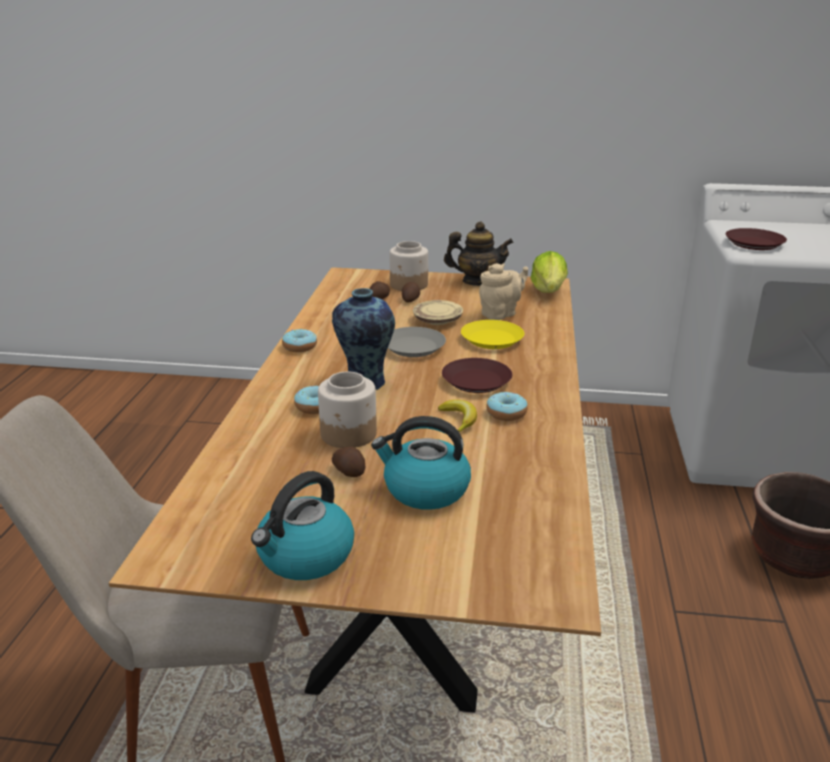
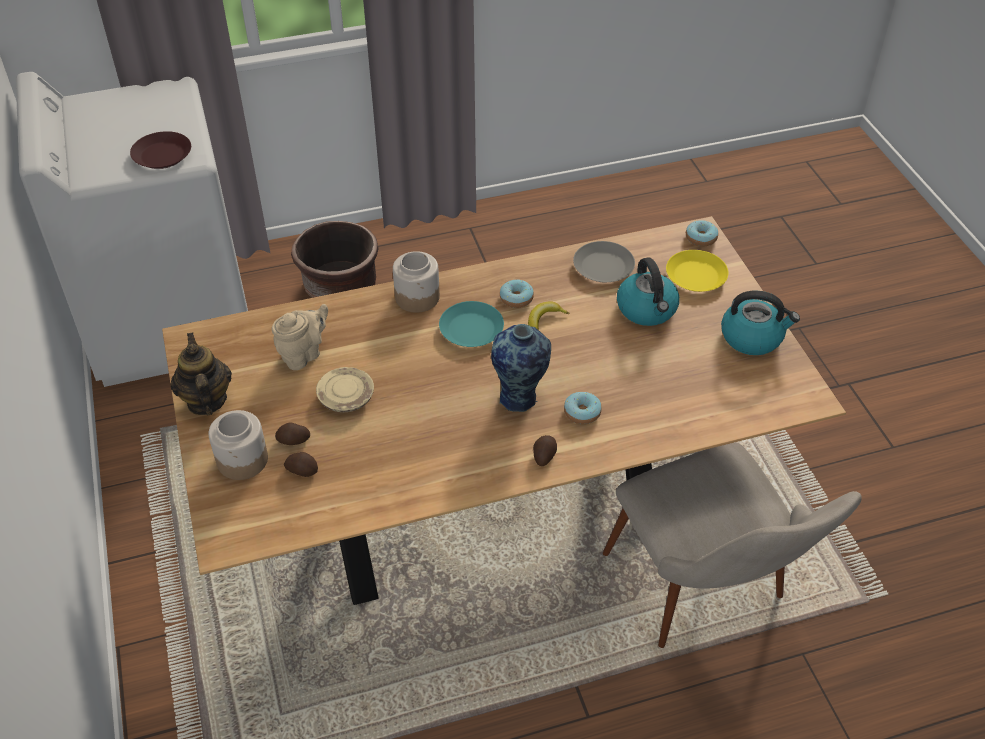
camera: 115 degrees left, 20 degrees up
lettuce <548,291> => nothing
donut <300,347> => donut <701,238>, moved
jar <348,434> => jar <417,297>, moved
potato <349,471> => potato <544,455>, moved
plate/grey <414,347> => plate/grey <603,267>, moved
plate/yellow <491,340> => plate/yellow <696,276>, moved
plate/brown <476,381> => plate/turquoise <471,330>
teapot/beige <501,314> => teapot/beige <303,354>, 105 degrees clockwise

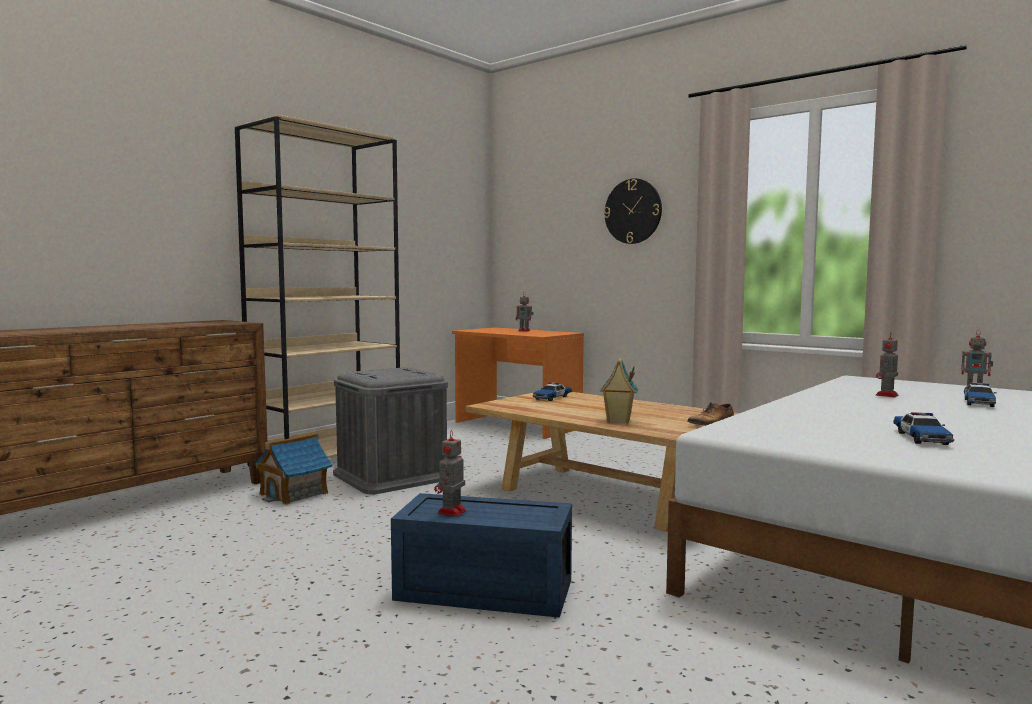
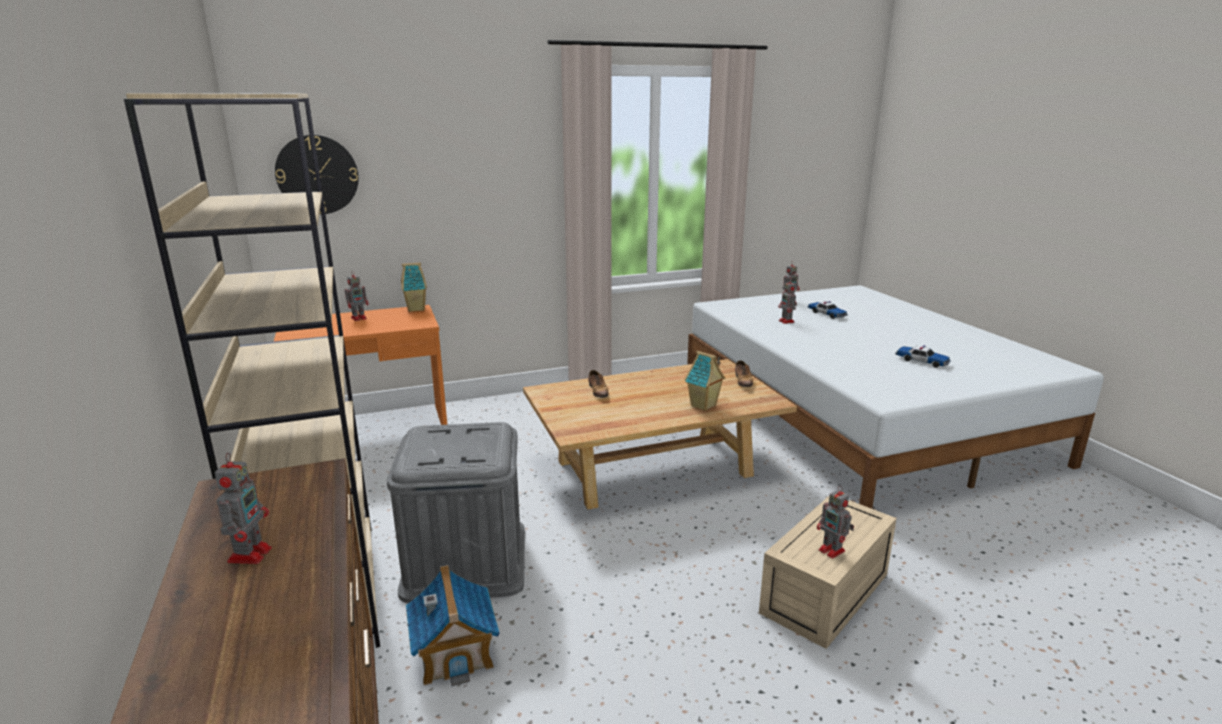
camera: 60 degrees left, 15 degrees up
toy car <552,398> => nothing
nothing => toy robot <251,553>
nothing => toy house <417,309>
nothing => shoe <598,391>
wall clock <633,211> => wall clock <317,174>, moved
storage box/blue <481,591> => storage box/beige <826,595>

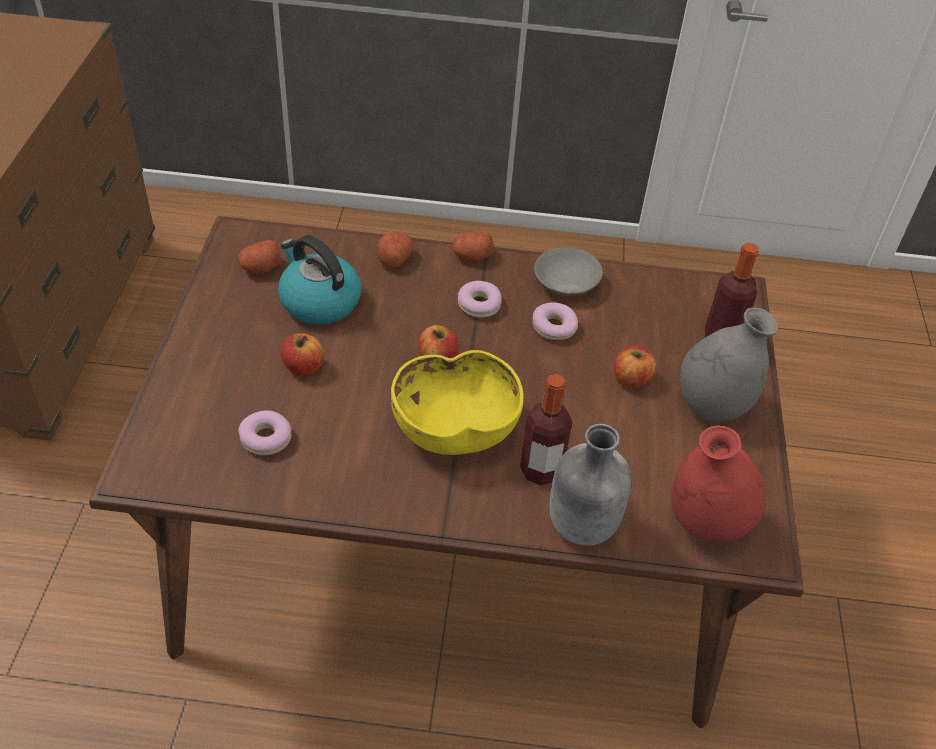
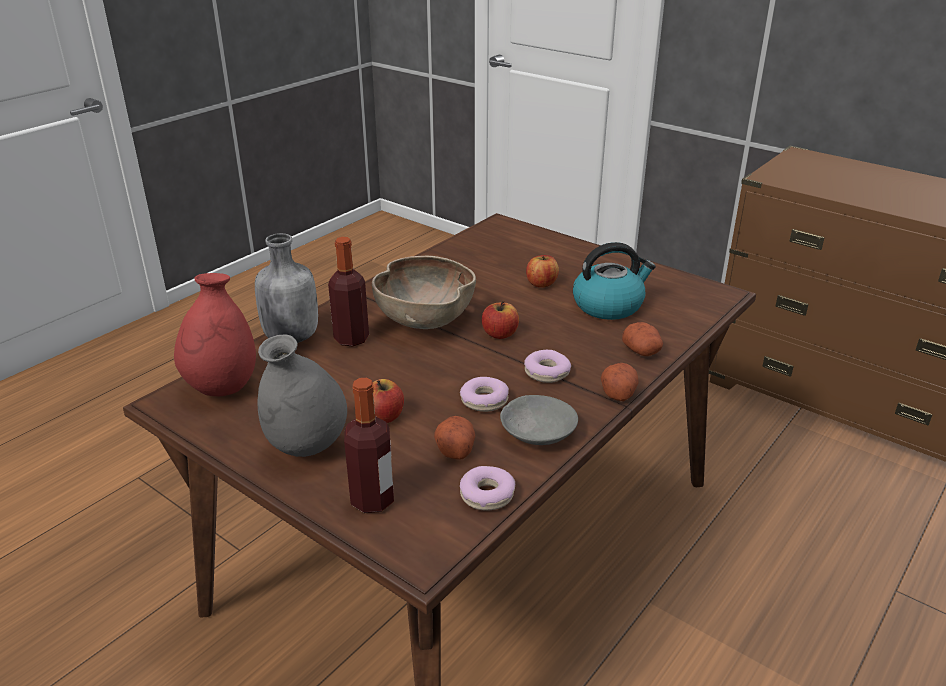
camera: 125 degrees right, 15 degrees down
potato <260,268> => potato <455,448>, moved
donut <266,438> => donut <487,495>, moved
bowl/yellow <455,430> => bowl/brown <424,319>

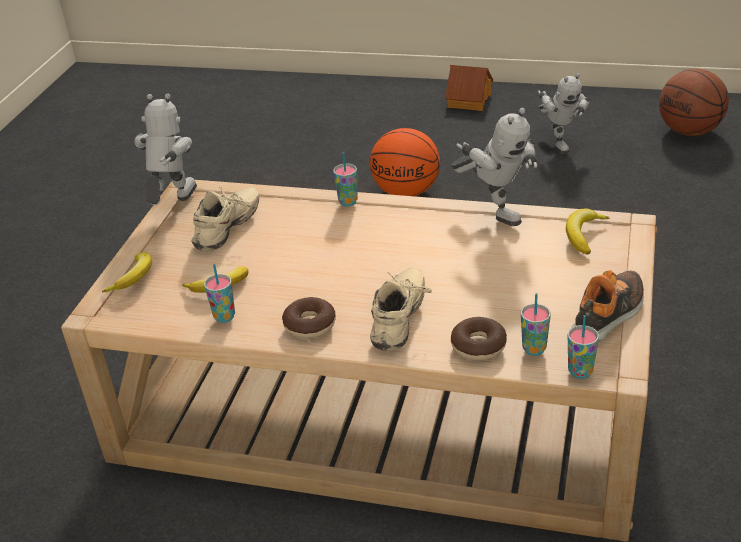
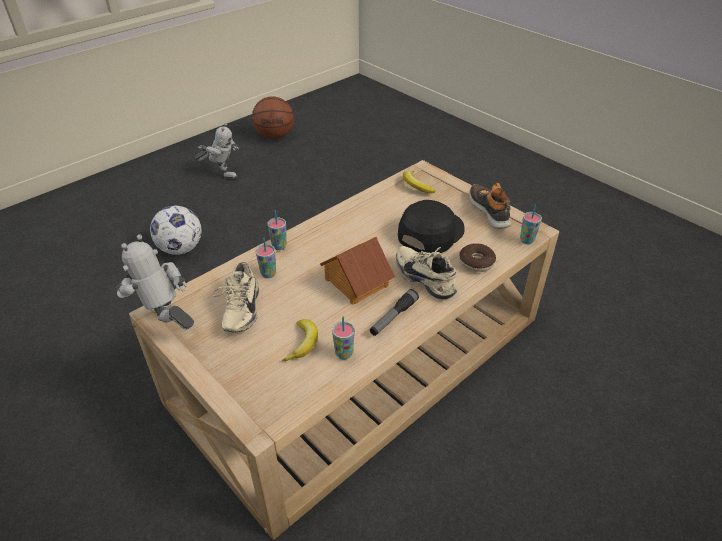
camera: 60 degrees left, 5 degrees up
banana <134,278> => nothing
toy robot <495,211> => nothing
nothing => cap/black <430,232>
toy house <468,100> => toy house <355,282>, moved
cup <534,349> => cup <268,274>, moved
donut <310,325> => flashlight <393,317>
basketball <407,192> => football <181,248>
shoe/beige <230,229> => shoe/beige <239,311>, 150 degrees counterclockwise

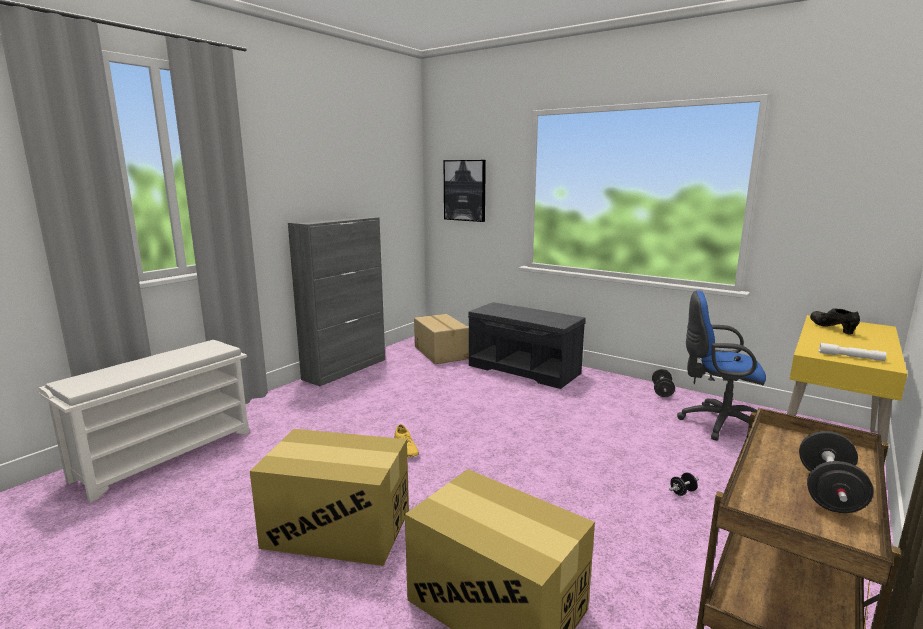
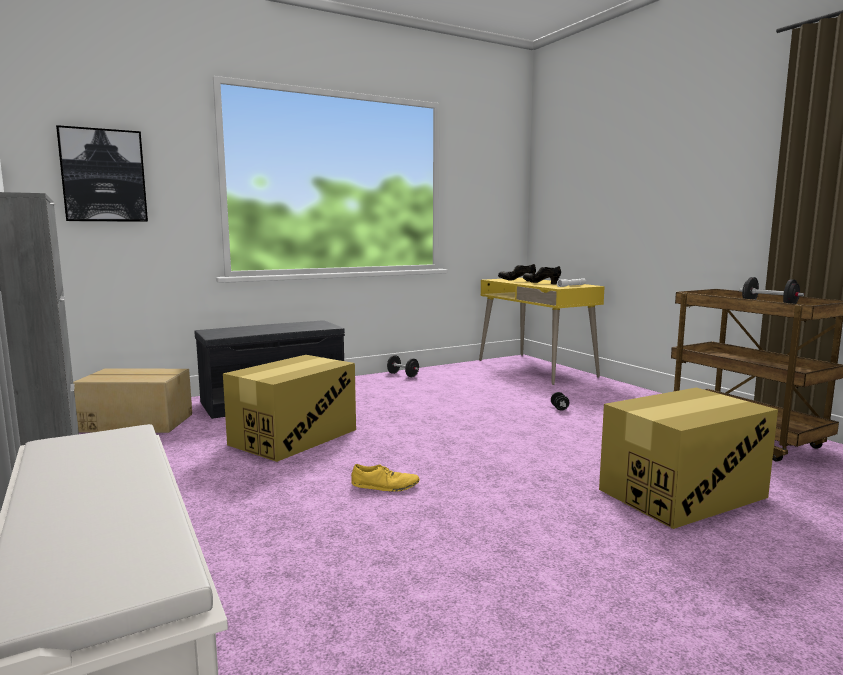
camera: 65 degrees left, 5 degrees down
office chair/blue <717,423> => nothing
nothing => shoe/black <541,283>
cardboard box <338,528> => cardboard box <294,437>, moved

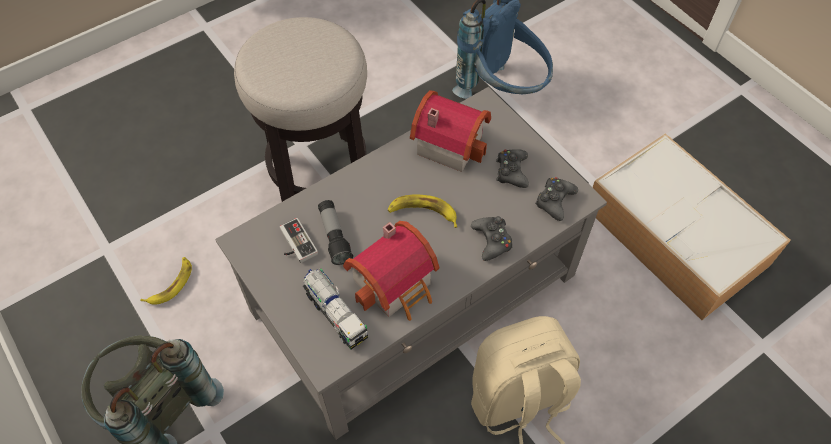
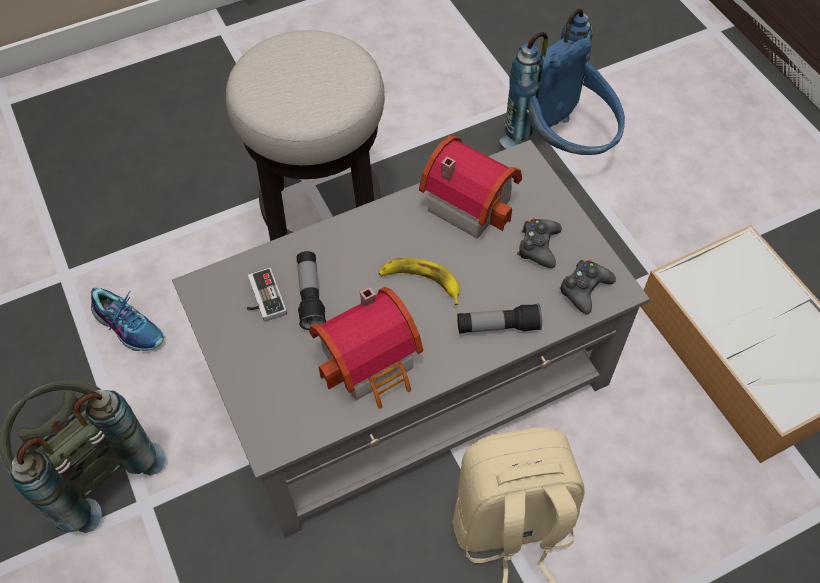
camera: 10 degrees right, 0 degrees up
toy truck <335,314> => nothing
banana <171,284> => shoe <129,326>
game controller/black <492,240> => flashlight <498,326>

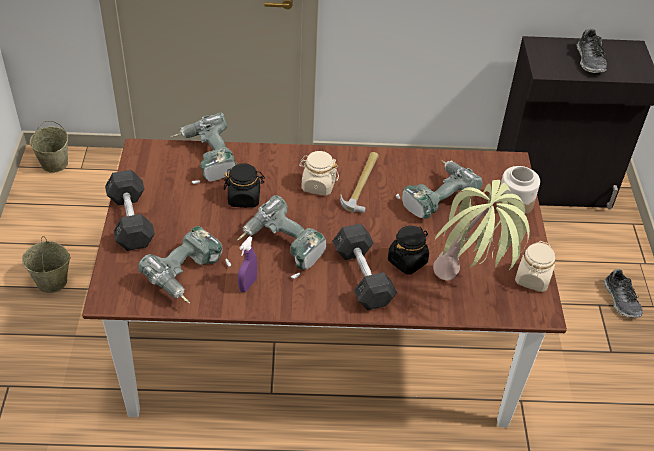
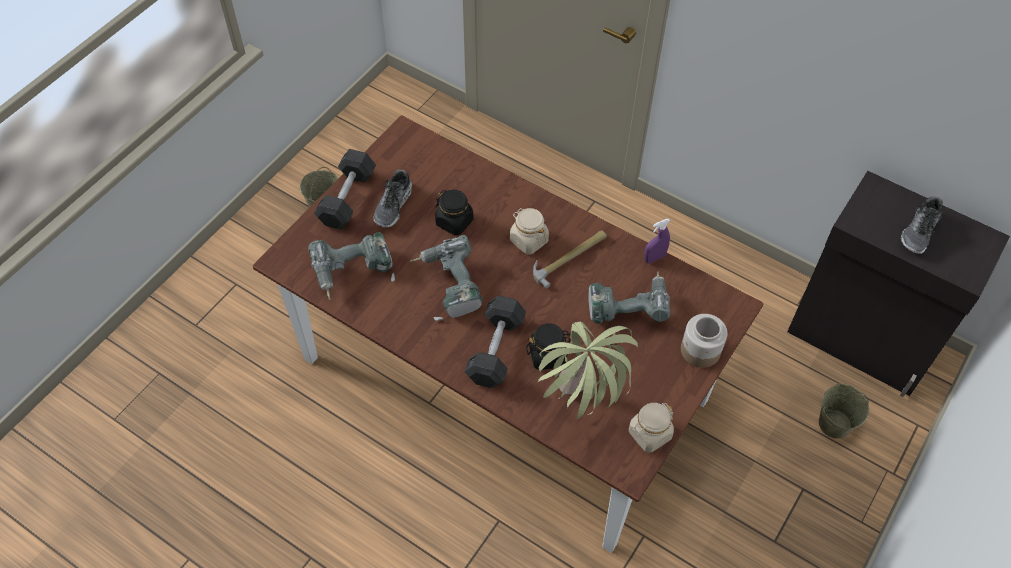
camera: 35 degrees right, 10 degrees up
power drill <207,159> => nothing
bucket/beige <54,163> => bucket/beige <834,423>, moved
spray bottle/purple <248,284> => spray bottle/purple <654,258>, moved
shoe <621,300> => shoe <393,206>, moved

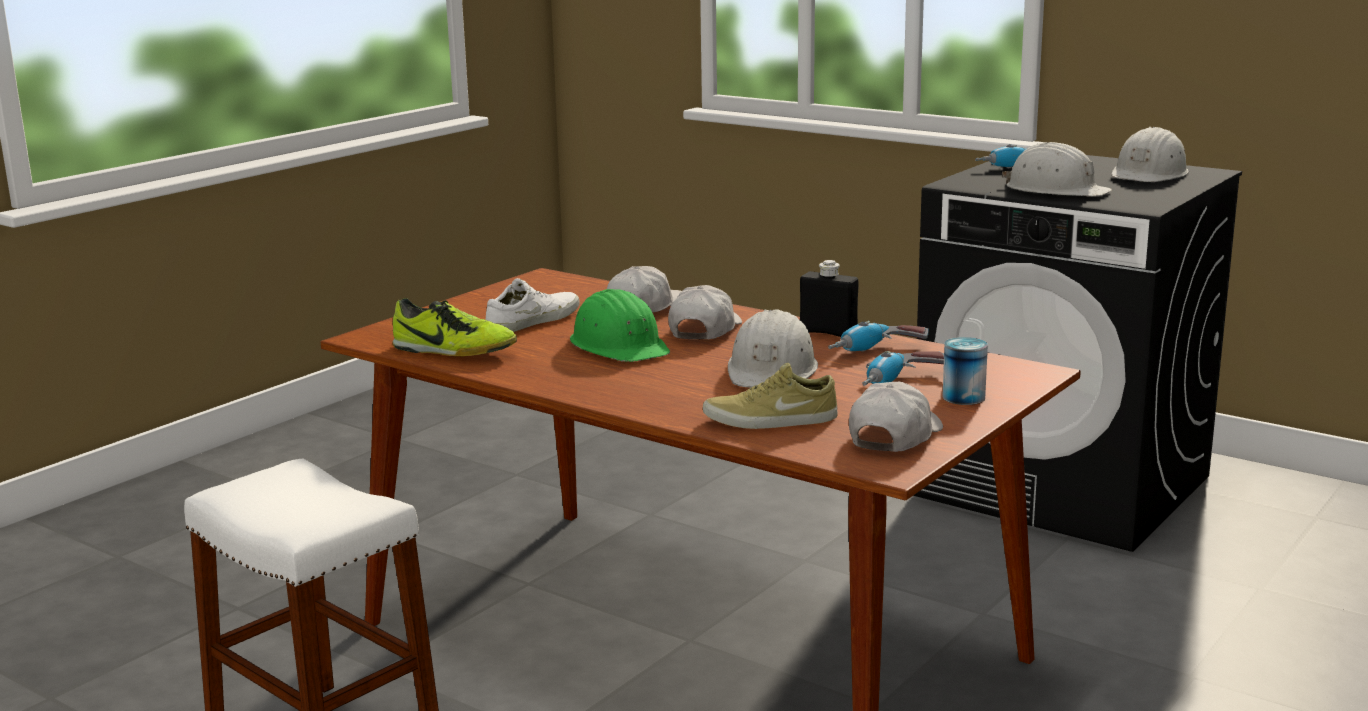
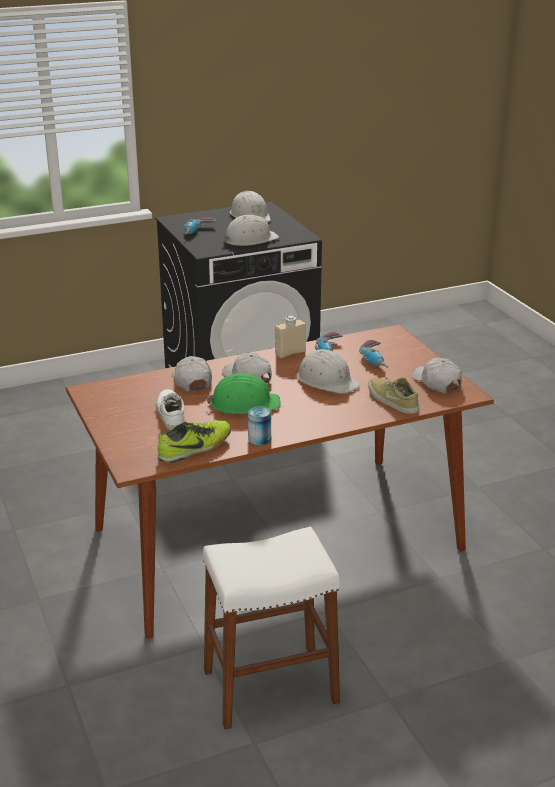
camera: 60 degrees left, 10 degrees up
can <963,397> => can <259,439>, moved
bottle/black <828,333> => bottle/beige <290,353>
shoe/beige <770,420> => shoe/beige <391,400>, 120 degrees clockwise

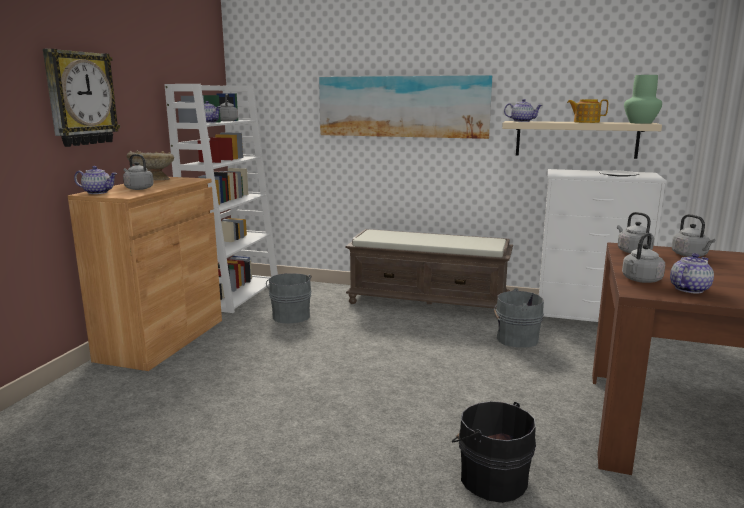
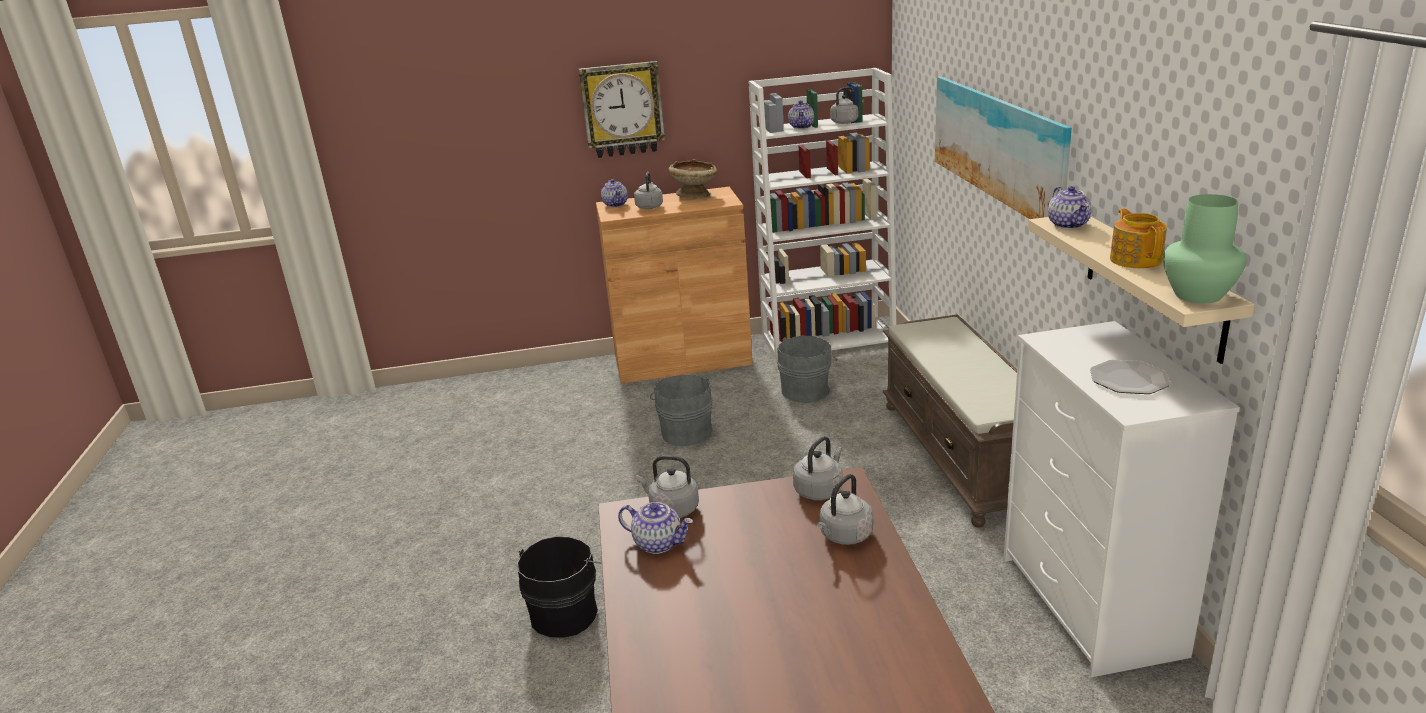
camera: 65 degrees right, 10 degrees up
bucket/grey <515,339> => bucket/grey <685,432>, moved

